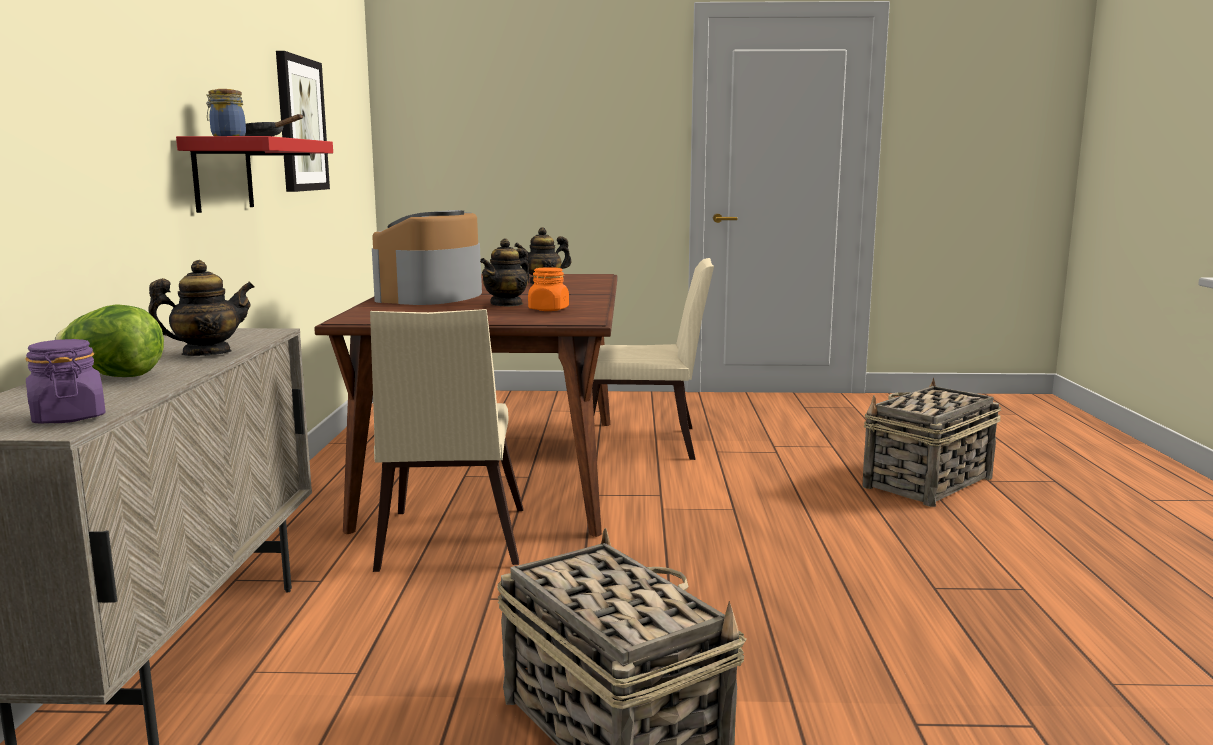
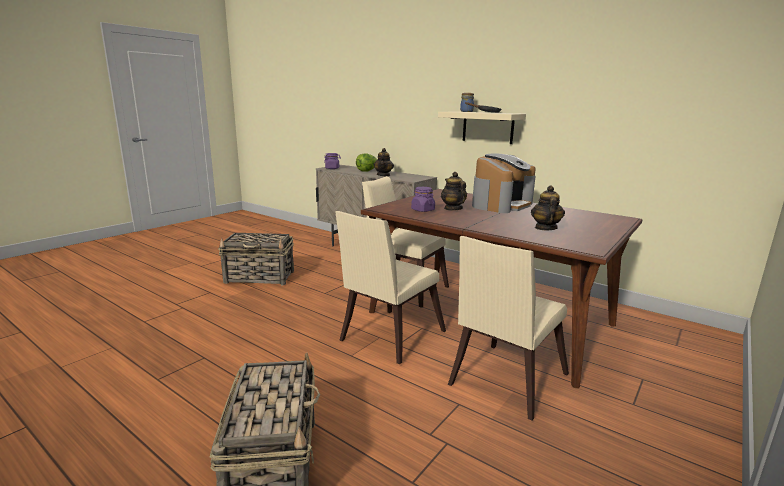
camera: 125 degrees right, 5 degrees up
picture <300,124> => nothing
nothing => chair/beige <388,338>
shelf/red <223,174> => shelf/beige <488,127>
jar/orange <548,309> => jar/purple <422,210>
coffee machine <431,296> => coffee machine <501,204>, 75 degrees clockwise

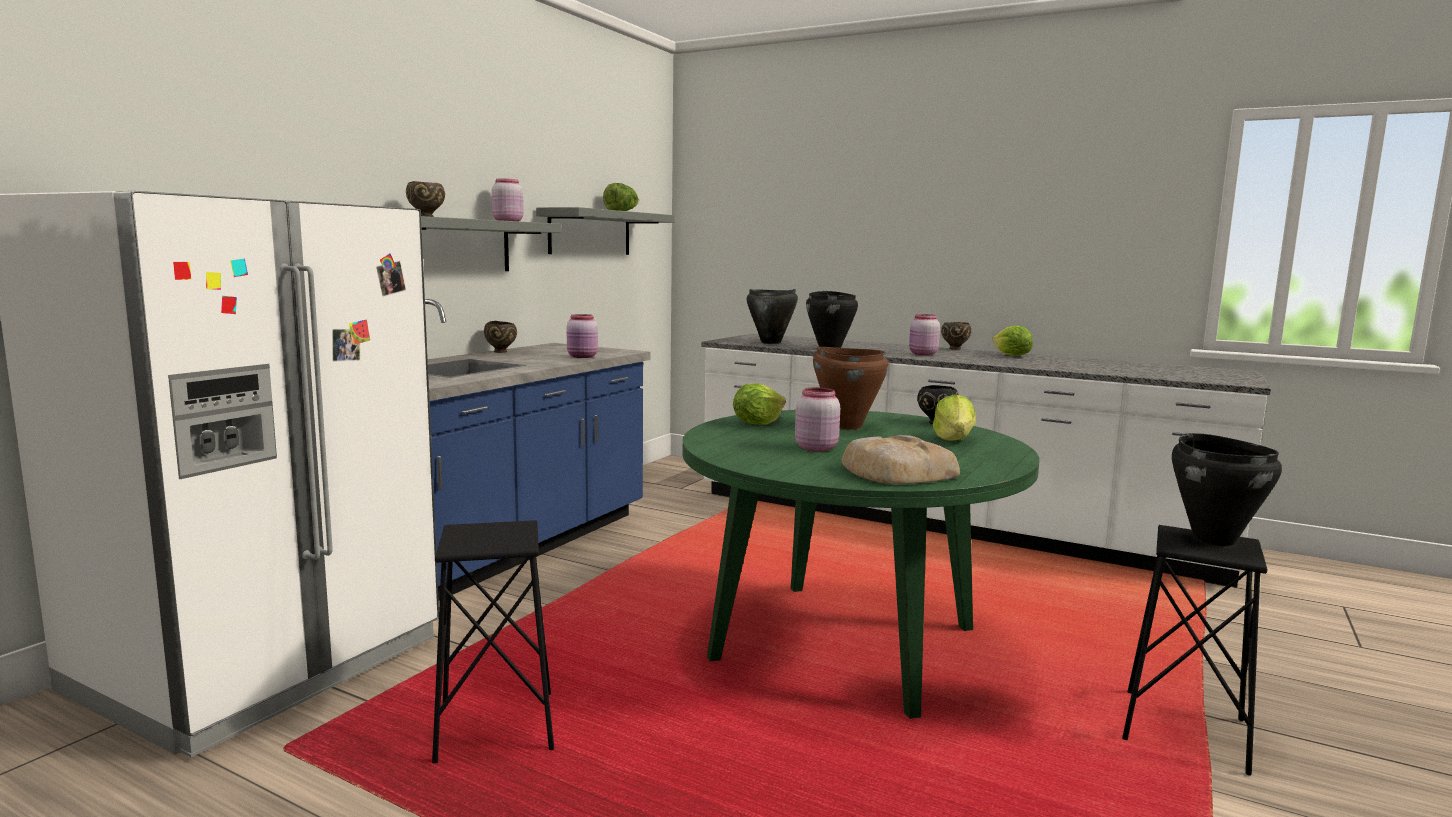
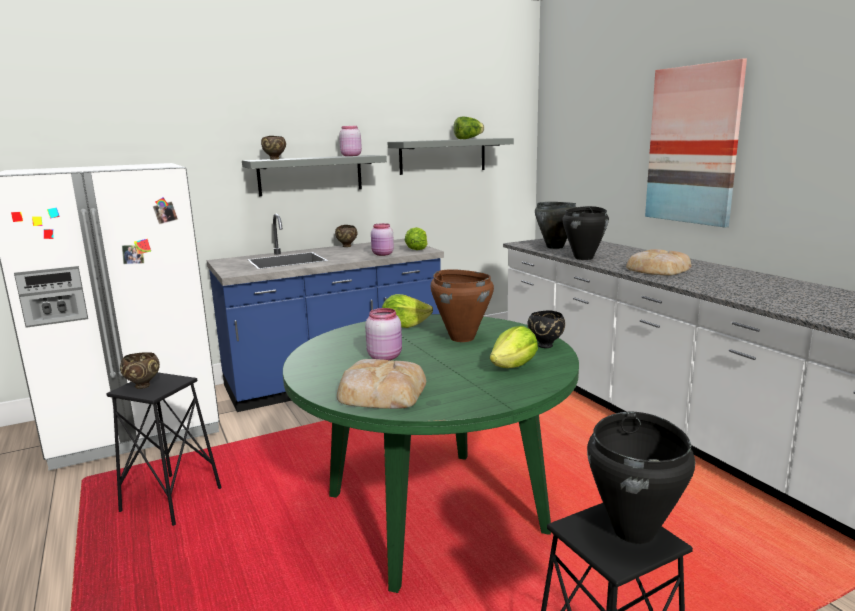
camera: 35 degrees right, 5 degrees up
nothing => picture <693,145>
bowl/brown <954,348> => bowl/brown <143,386>, moved
lettuce <1011,356> => lettuce <416,249>, moved
jar/pink <922,354> => bread <657,269>

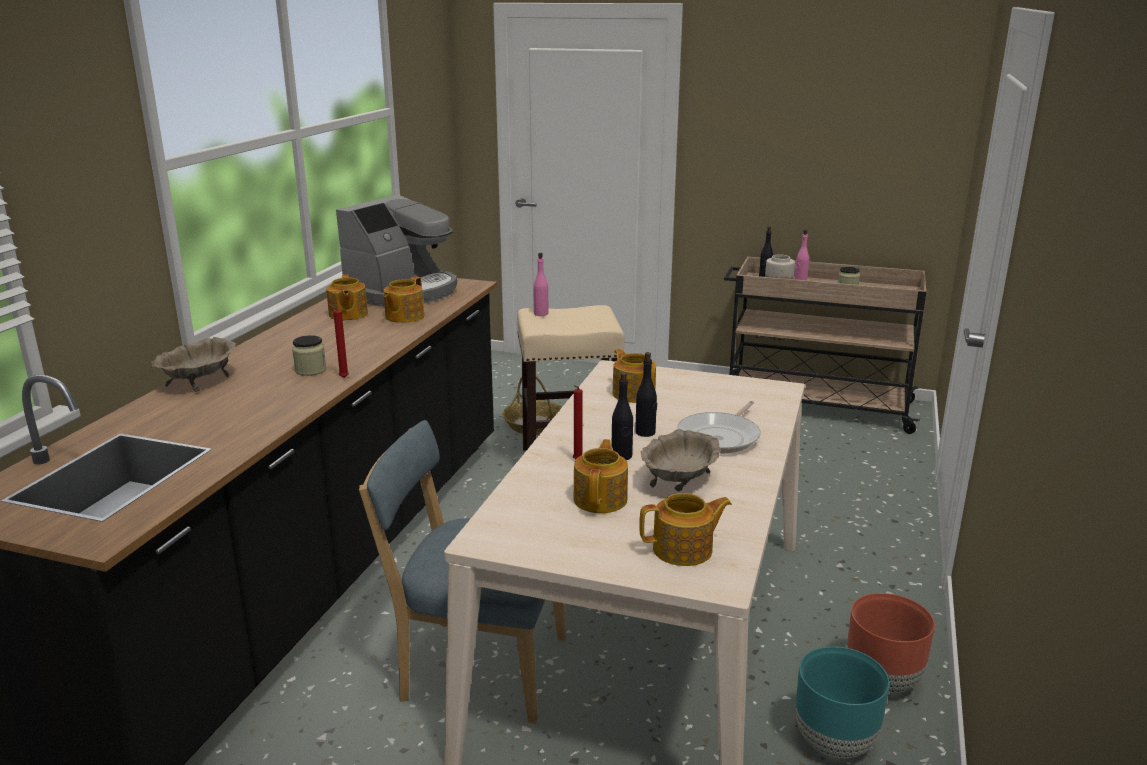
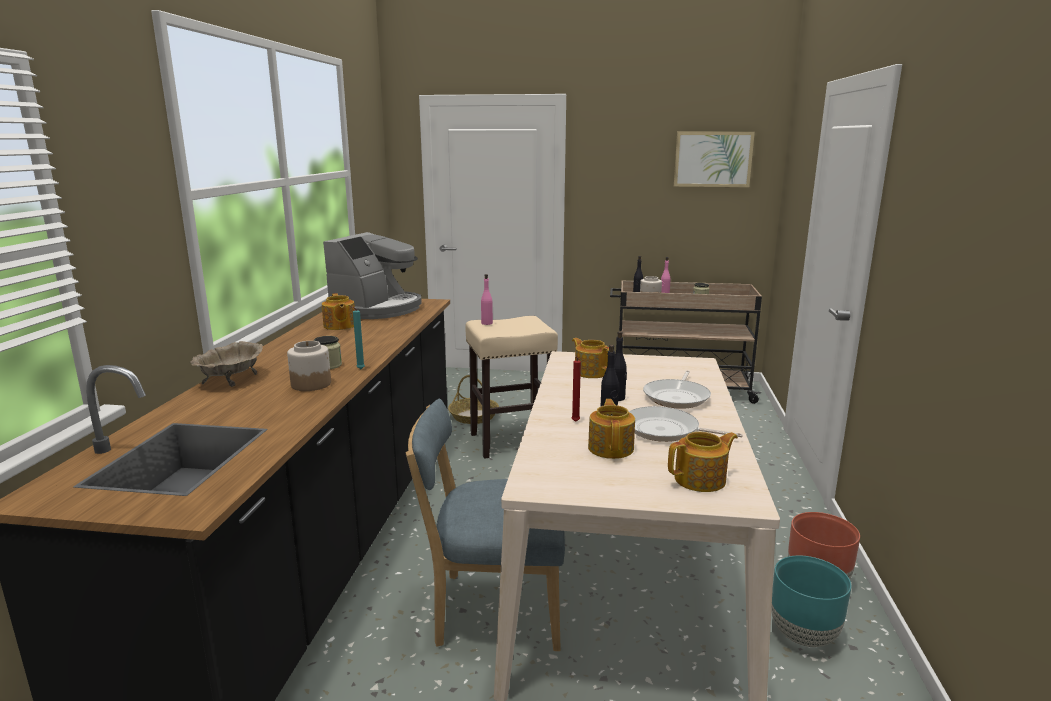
camera: 10 degrees left, 5 degrees down
teapot <403,316> => nothing
nothing => jar <311,384>
nothing => picture <712,159>
bowl/beige <679,482> => frying pan <665,430>
candle/red <342,378> => candle/turquoise <359,369>

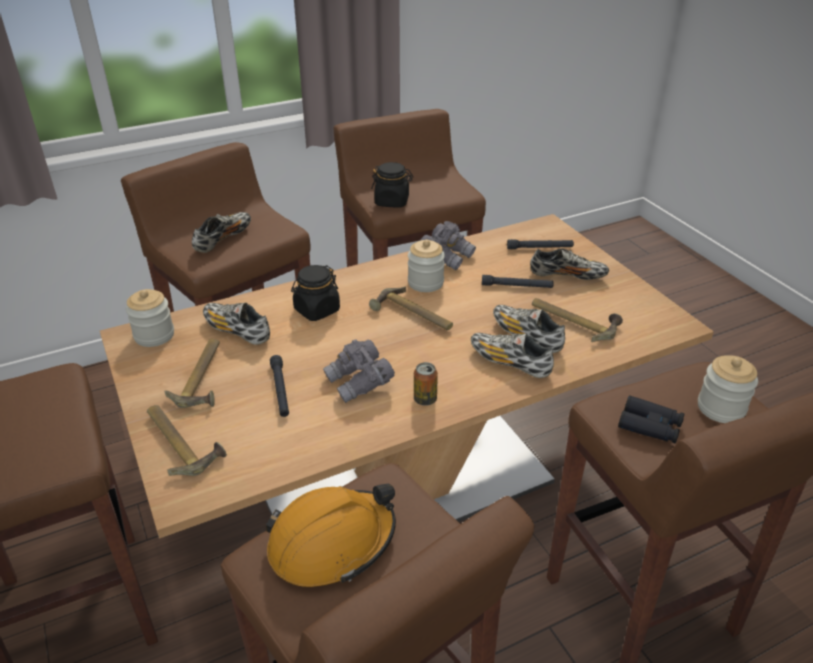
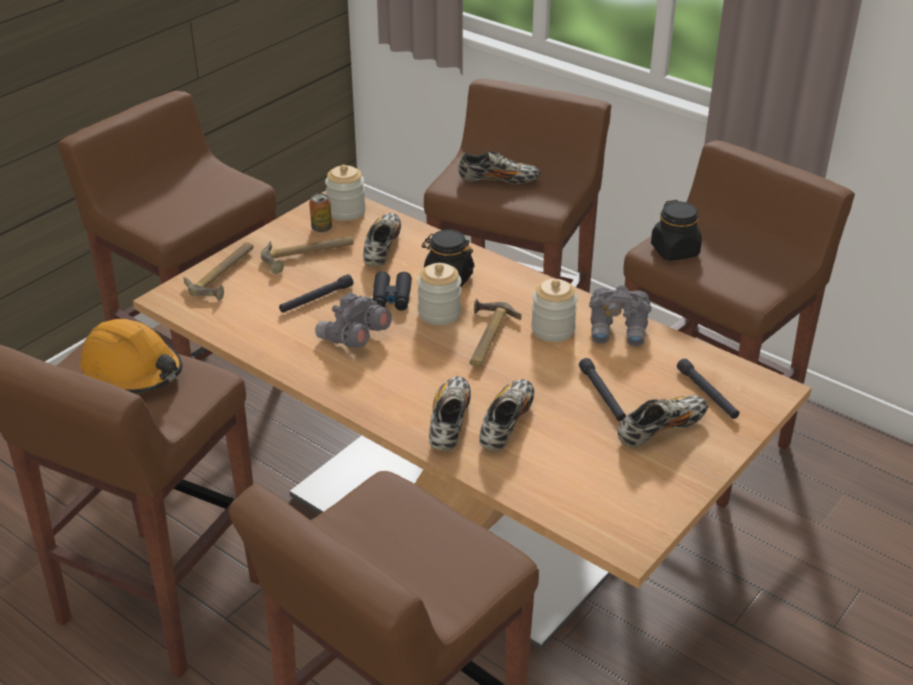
camera: 65 degrees right, 0 degrees up
hammer <574,321> => nothing
can <425,399> => can <321,228>, moved
binoculars/black <650,426> => binoculars/black <391,297>, moved
jar <721,408> => jar <439,313>, moved
shoe <567,276> => shoe <661,430>, 105 degrees counterclockwise

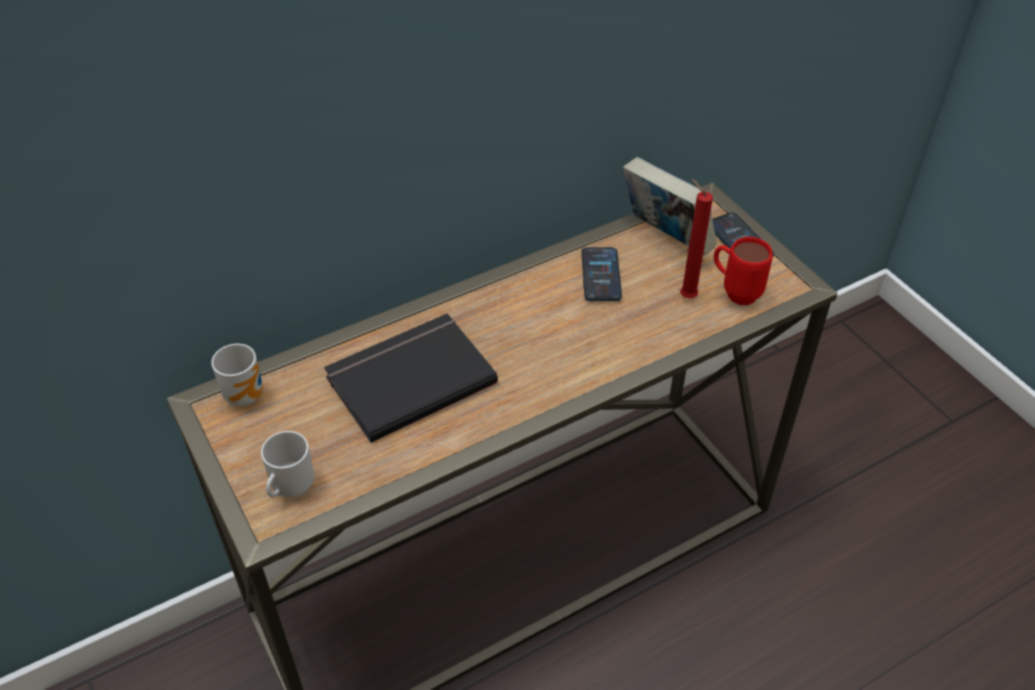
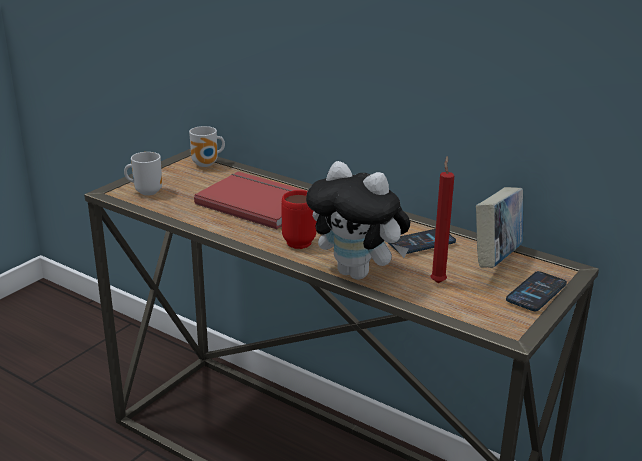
camera: 65 degrees right, 20 degrees down
nothing => plush toy <358,273>
mug/red <734,292> => mug/red <301,240>, moved
book/black <408,378> => book/red <258,202>

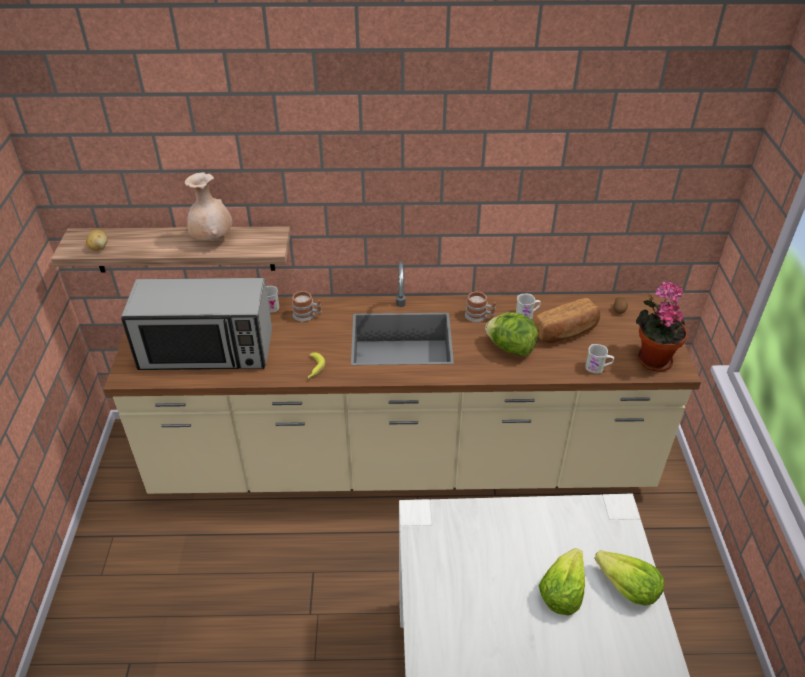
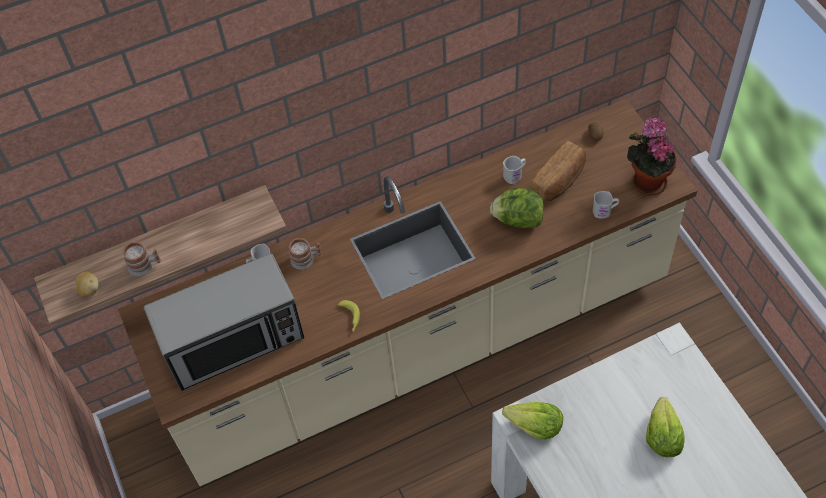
camera: 20 degrees left, 15 degrees up
vase/beige <212,239> => nothing
mug <479,316> => mug <145,265>, moved
lettuce <626,588> => lettuce <534,426>, moved

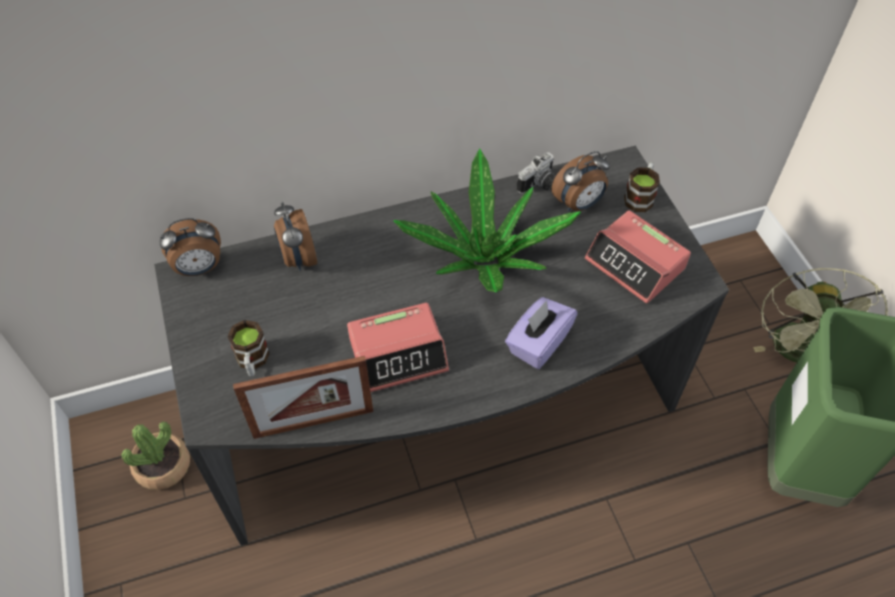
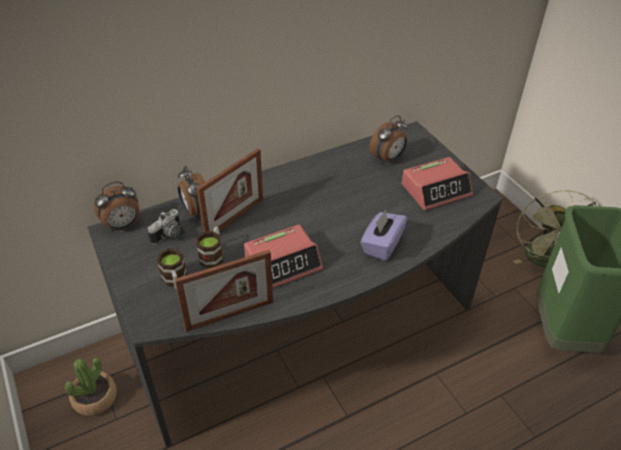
camera: 10 degrees left, 10 degrees down
potted plant <485,257> => nothing
nothing => picture frame <234,218>
photo camera <540,186> => photo camera <170,236>, moved
mug <640,196> => mug <213,255>, moved
alarm clock <635,264> => alarm clock <436,190>, 60 degrees counterclockwise

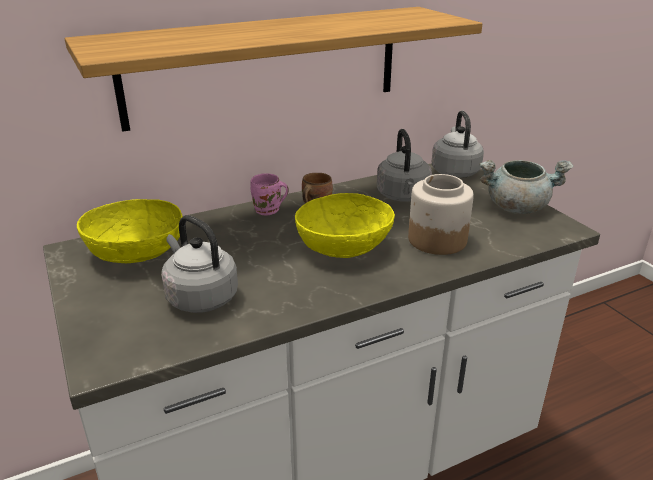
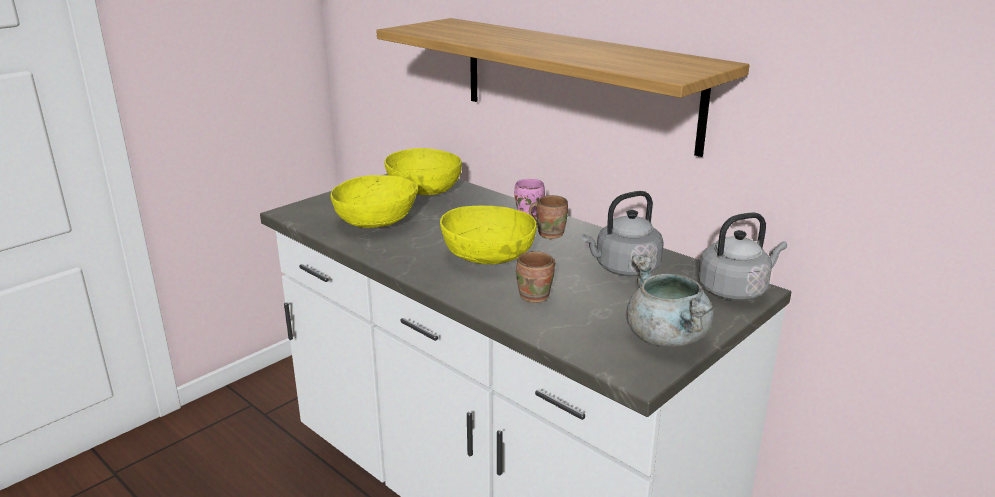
camera: 70 degrees right, 5 degrees down
kettle/grey <200,297> => bowl/yellow <376,220>
jar <436,239> => mug/brown <537,296>

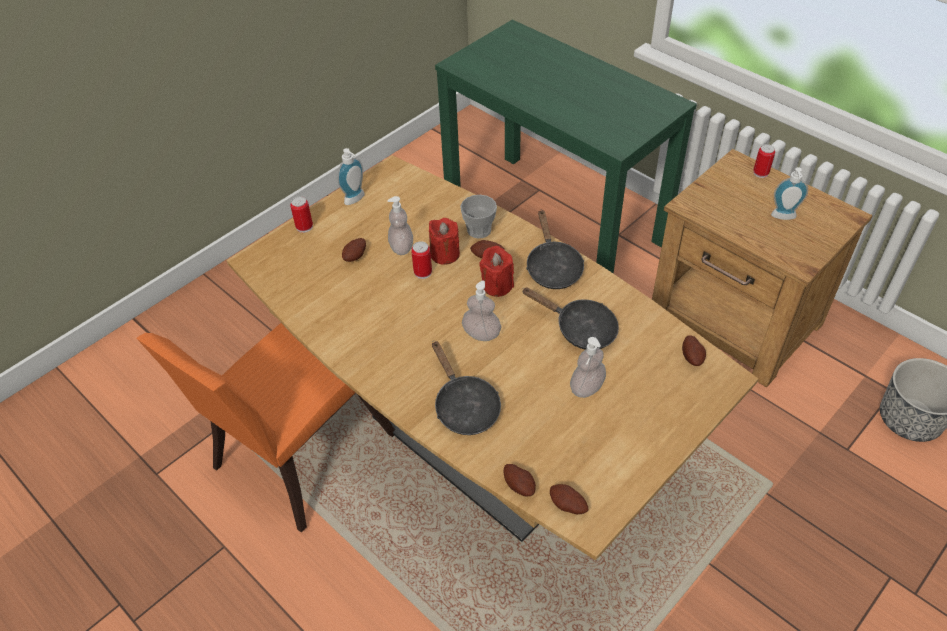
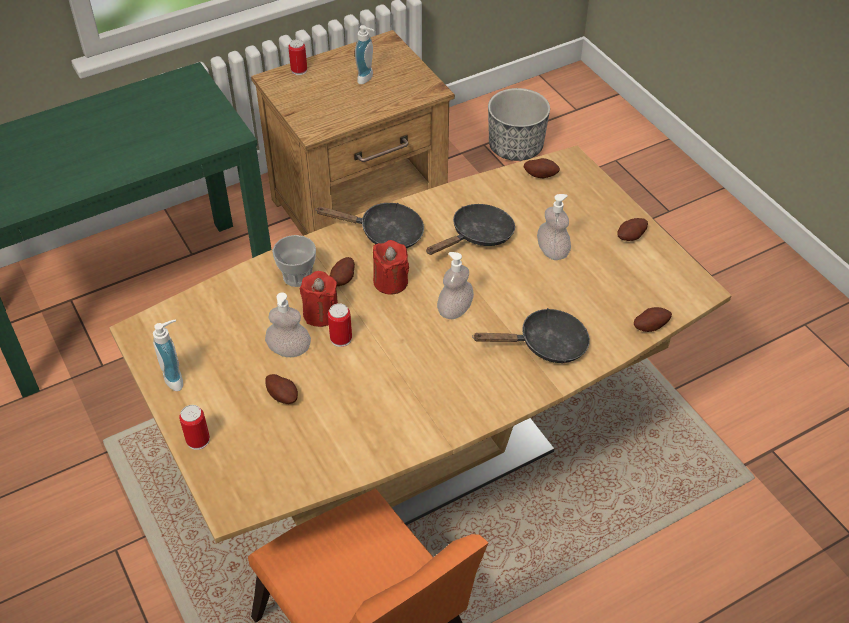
camera: 75 degrees left, 0 degrees up
potato <567,506> => potato <631,237>, moved

